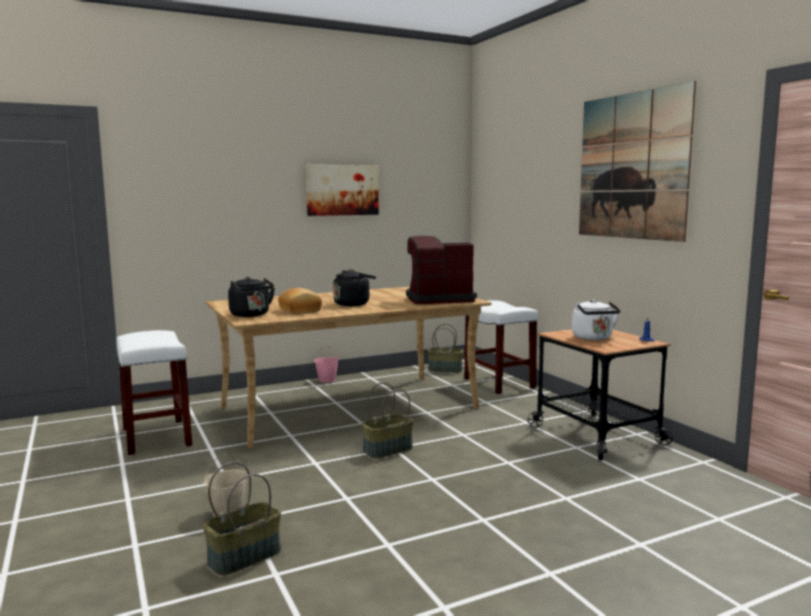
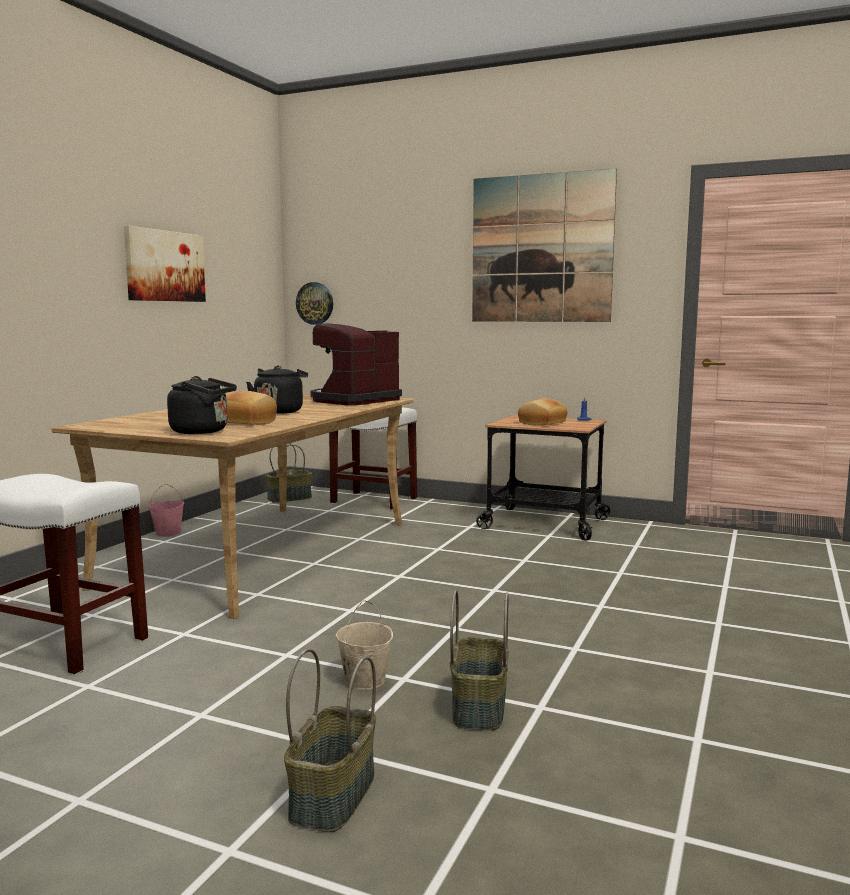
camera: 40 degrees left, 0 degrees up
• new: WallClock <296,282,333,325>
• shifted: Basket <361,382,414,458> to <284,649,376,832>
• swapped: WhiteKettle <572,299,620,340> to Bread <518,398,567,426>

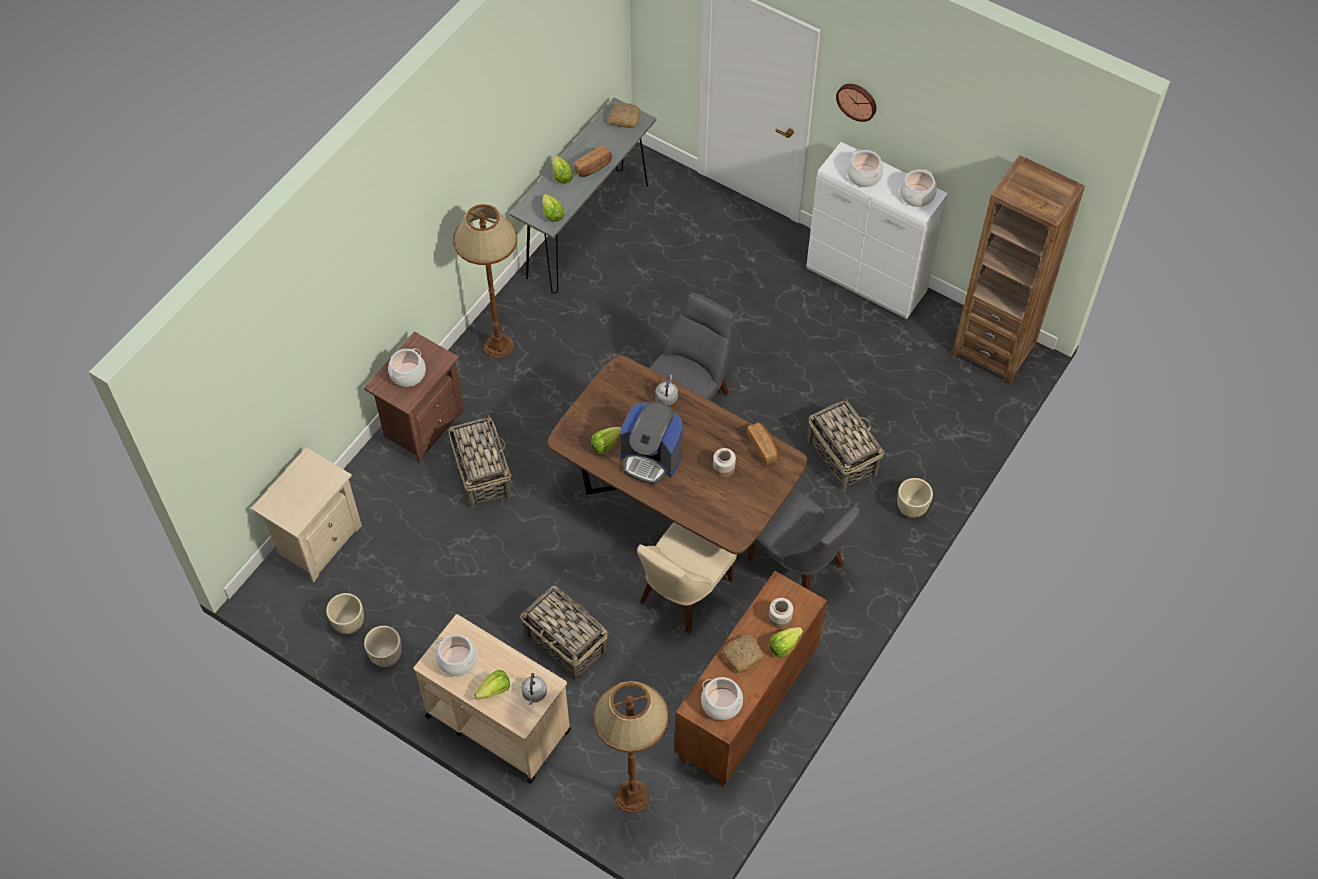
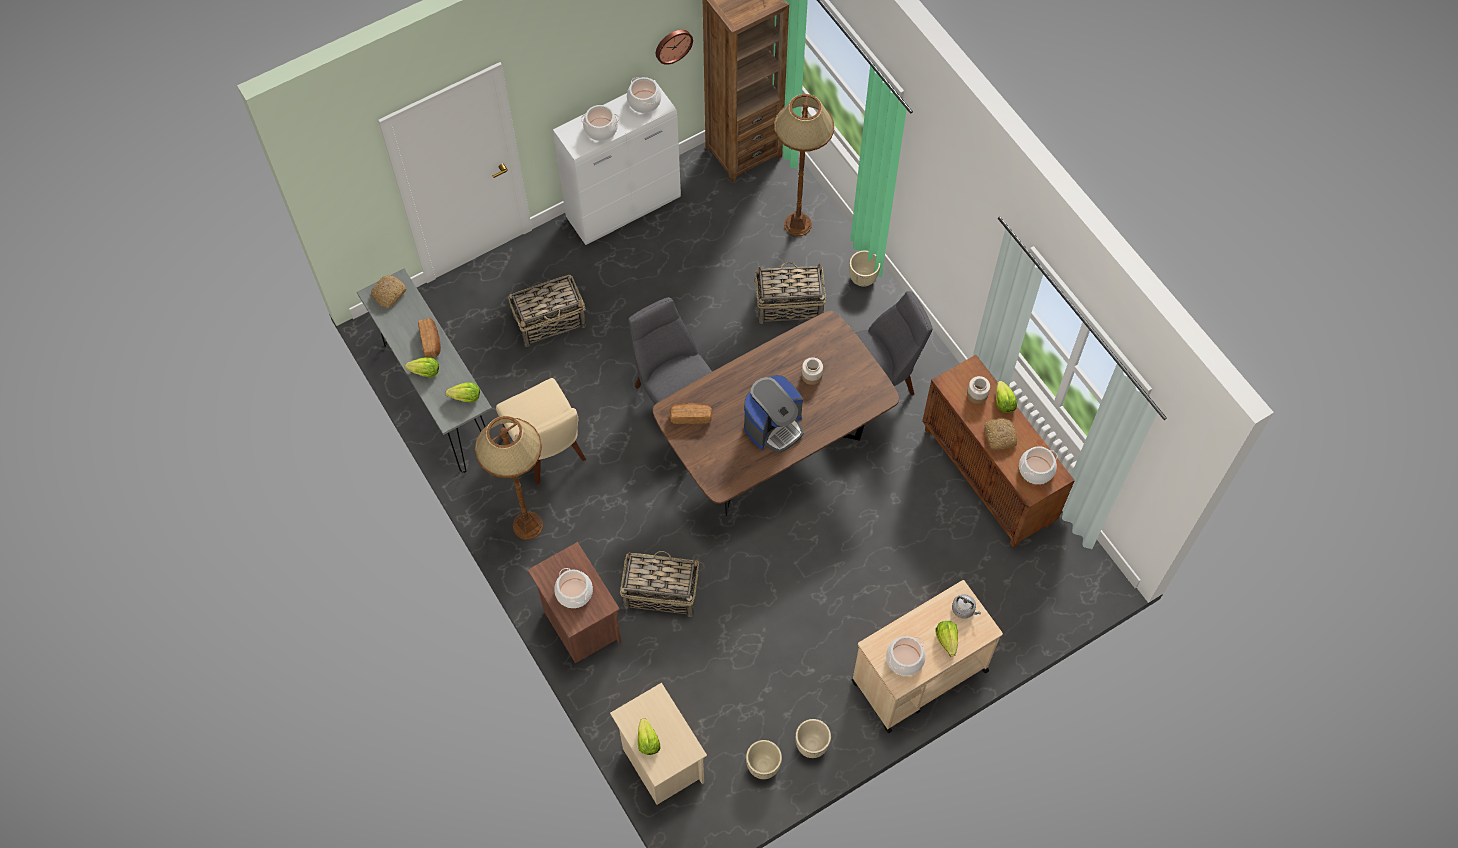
camera: 65 degrees left, 5 degrees up
• gone: GreyKettle <655,375,678,405>
• shifted: Basket <520,586,608,681> to <508,275,586,347>
• shifted: Lettuce <591,427,621,455> to <638,719,661,755>
• shifted: BrownFloorLamp <593,681,669,813> to <774,94,834,236>
• shifted: BeigeChair <637,522,737,634> to <496,378,586,484>
• shifted: Bread <747,422,779,465> to <670,403,712,424>
• shifted: WallClock <836,84,877,122> to <656,30,693,65>

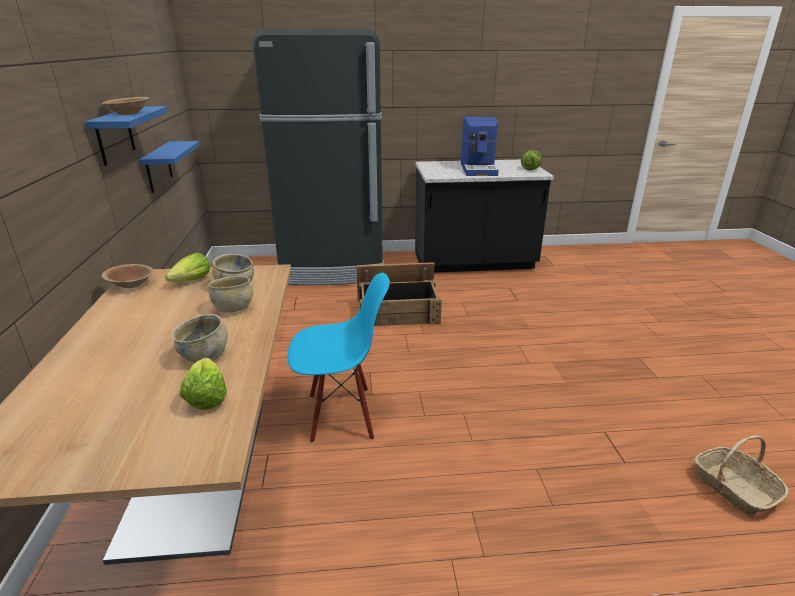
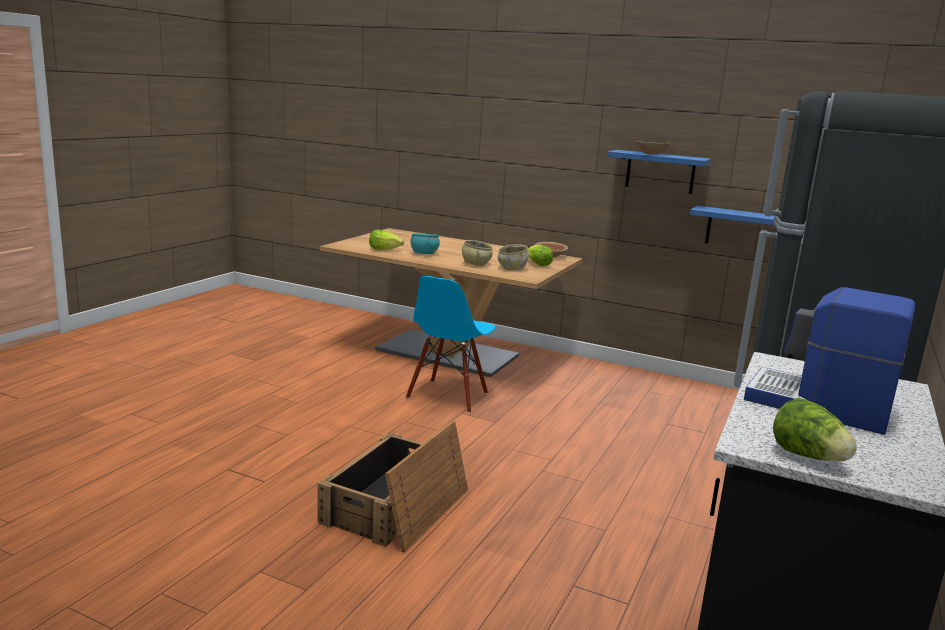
camera: 120 degrees right, 10 degrees down
• gone: Basket <694,435,789,516>
• shifted: Crate <357,262,442,326> to <317,421,468,552>
• repainted: BeigeBowl <172,314,228,363> to TurquoiseBowl <411,233,440,254>

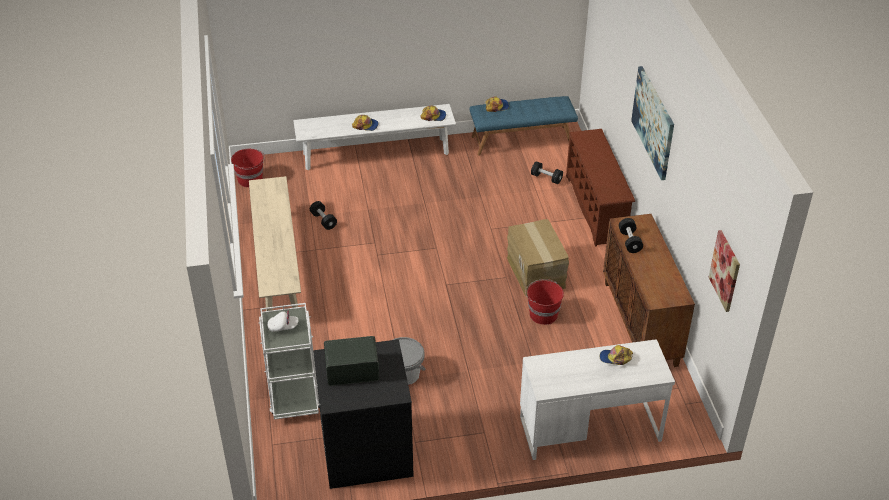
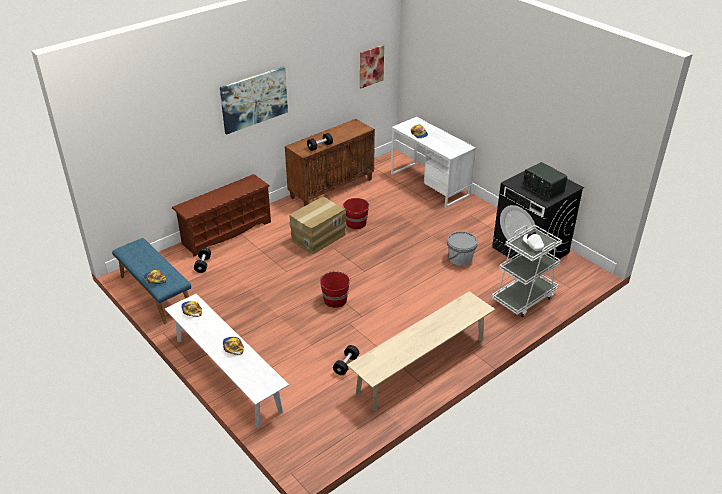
camera: 120 degrees left, 5 degrees down
• shifted: RedBucket <231,149,265,187> to <320,271,351,308>

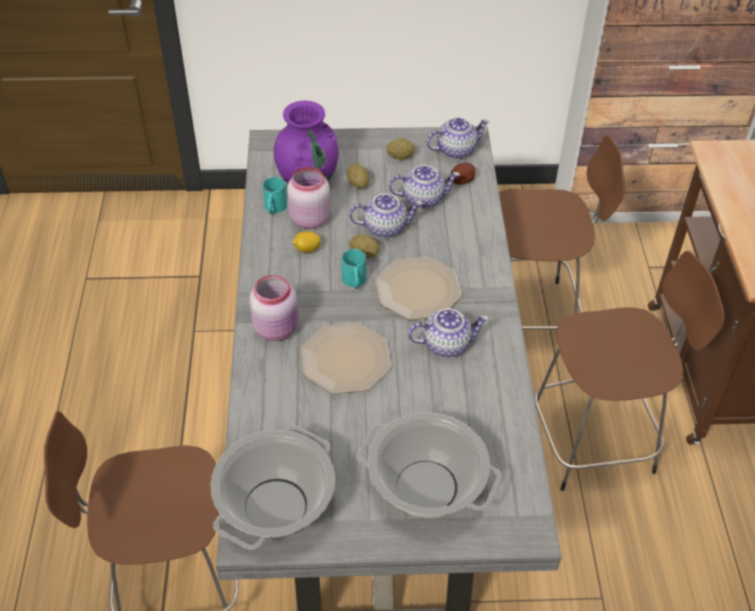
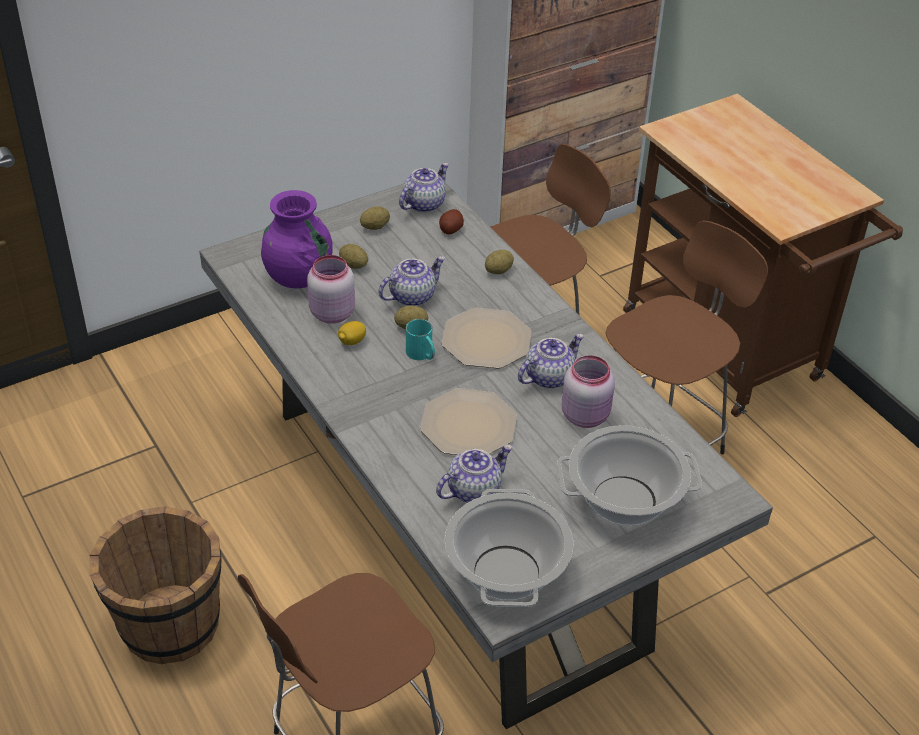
camera: 30 degrees left, 5 degrees down
• gone: TurquoiseMug <263,177,287,214>
• new: BrownBucket <90,506,221,664>
• new: Potato <485,250,514,274>
• shifted: PinkJar <249,275,298,341> to <562,355,615,428>
• shifted: Teapot <389,165,460,208> to <436,444,513,503>

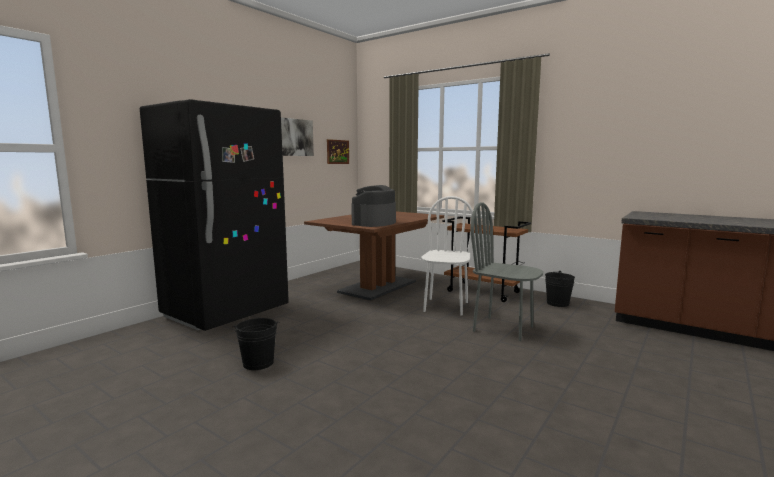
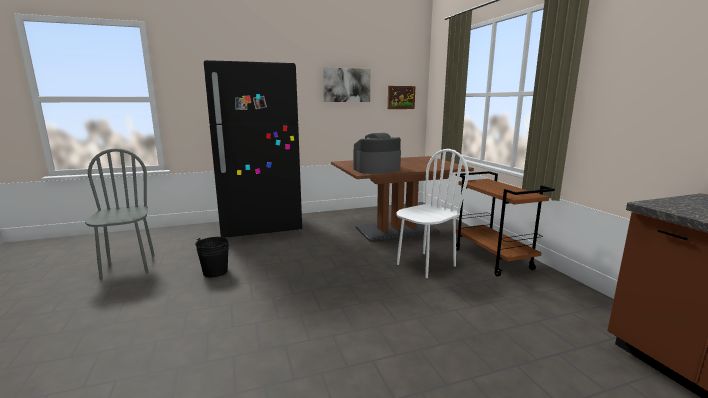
camera: 35 degrees right, 5 degrees up
• gone: BlackBucket <545,271,575,307>
• shifted: GreyChair <470,202,543,341> to <85,148,155,280>

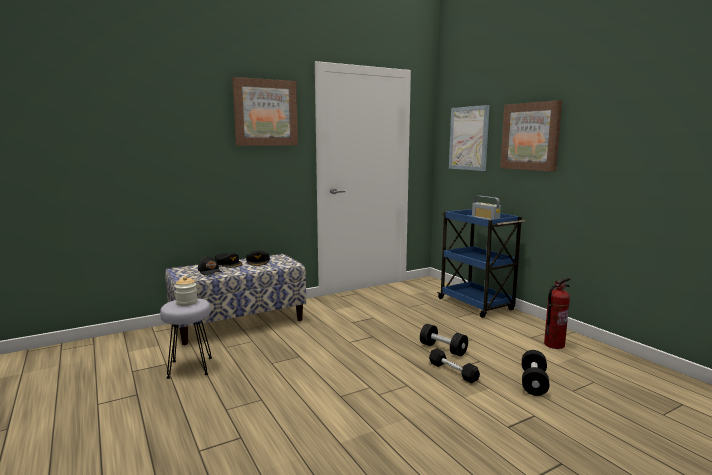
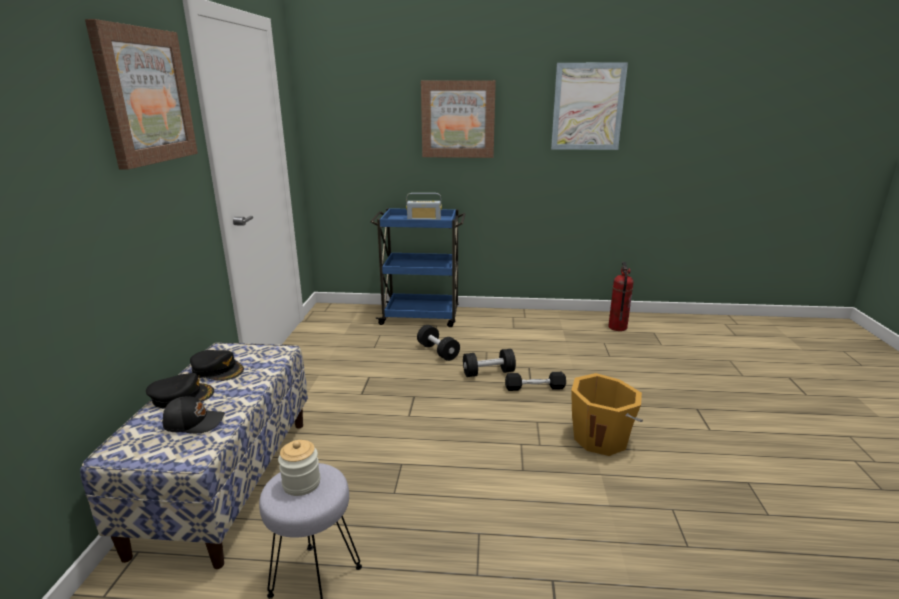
camera: 55 degrees left, 10 degrees up
• new: OrangeBucket <571,373,643,456>
• shifted: Picture <449,105,490,171> to <551,62,628,150>
• shifted: BlackDumbbell <522,350,549,396> to <417,325,460,361>
• shifted: FireExtinguisher <544,277,570,349> to <608,262,634,331>

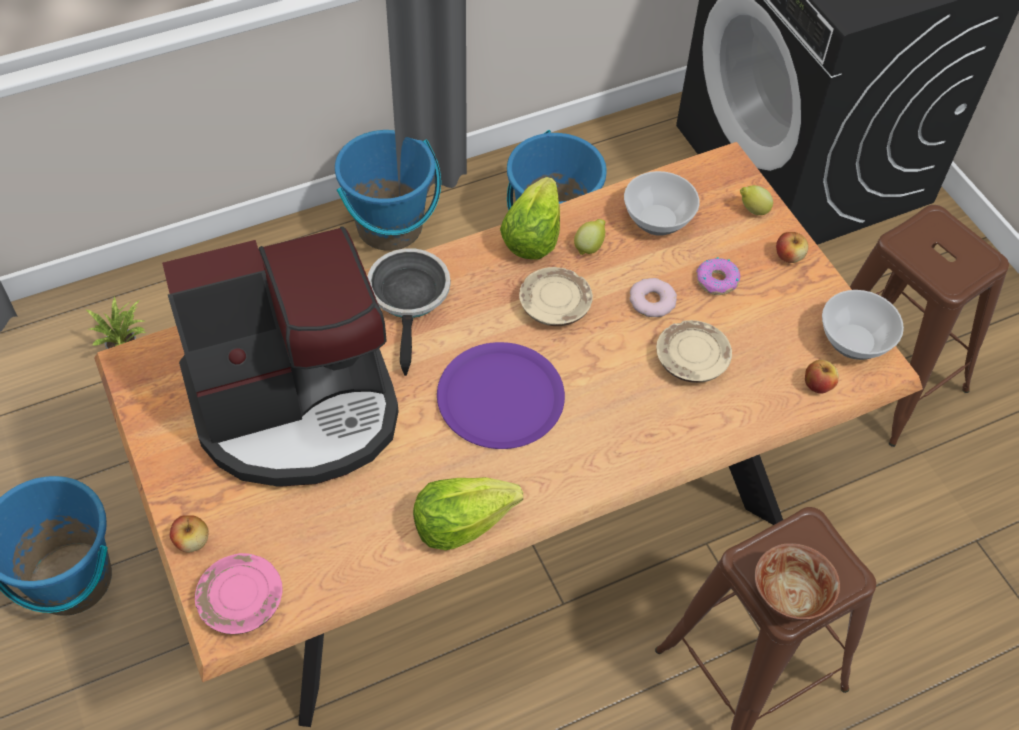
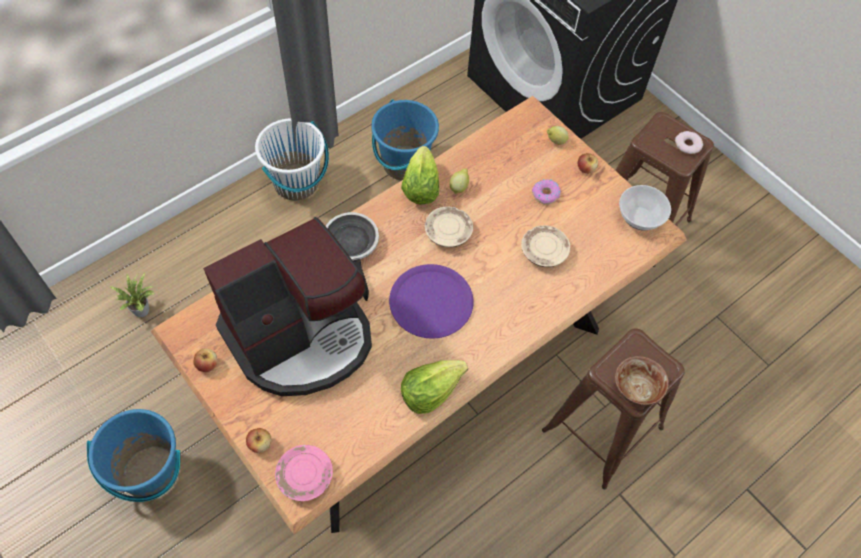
camera: 15 degrees left, 5 degrees up
• gone: Bowl <624,171,700,236>
• shifted: Donut <630,278,677,317> to <675,131,703,154>
• shifted: Apple <805,360,839,394> to <193,348,218,372>
• repainted: BlueBucket <335,130,441,251> to WhiteBucket <255,118,329,200>

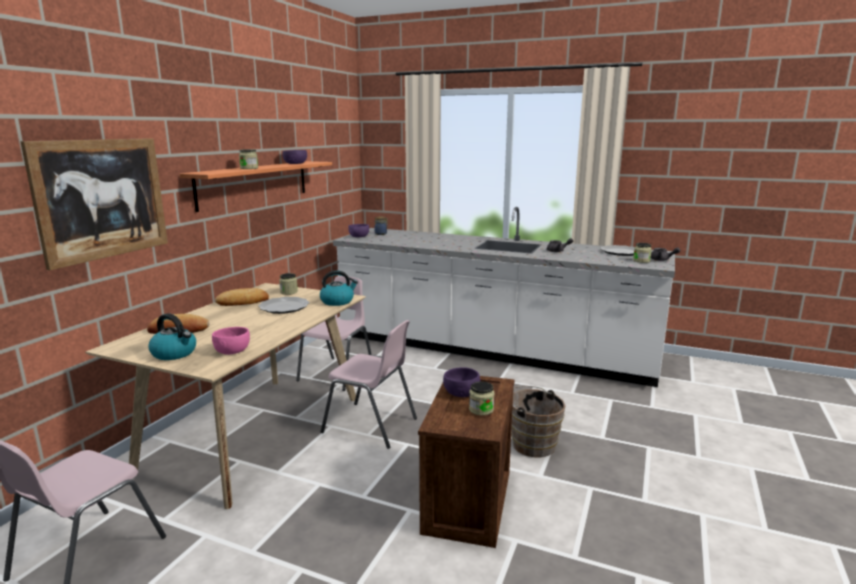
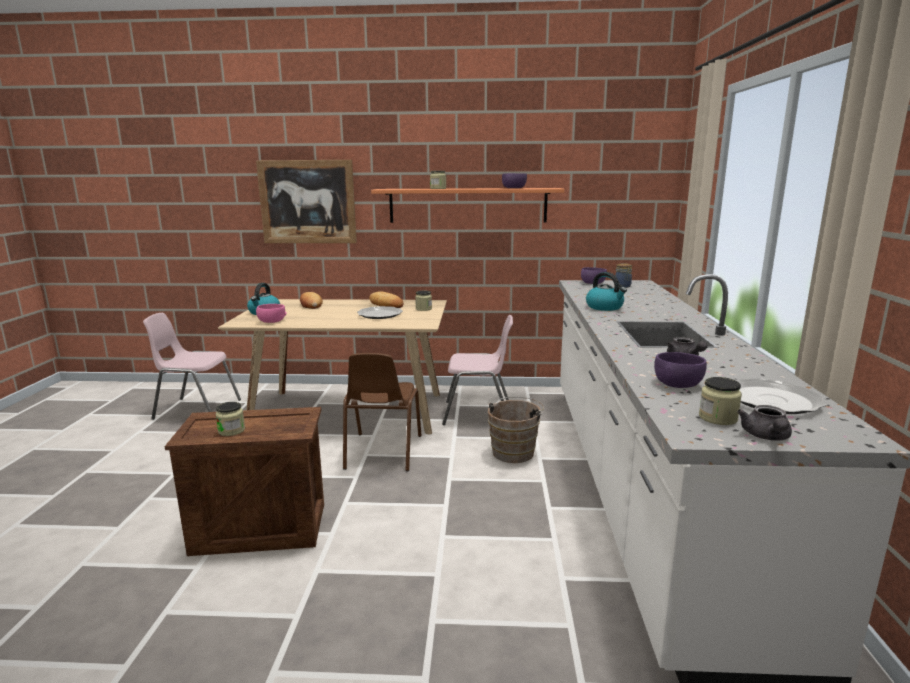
camera: 70 degrees right, 0 degrees up
• shifted: Kettle <320,270,358,306> to <586,272,627,311>
• shifted: PurpleBowl <443,367,480,397> to <654,352,707,388>
• shifted: BrownBucket <511,386,566,457> to <488,397,544,463>
• repainted: PinkChair <321,320,417,449> to BrownChair <343,353,422,471>

